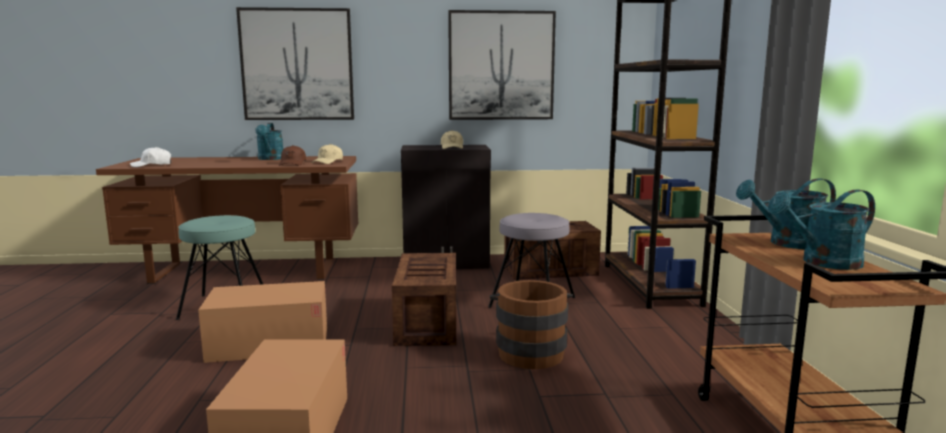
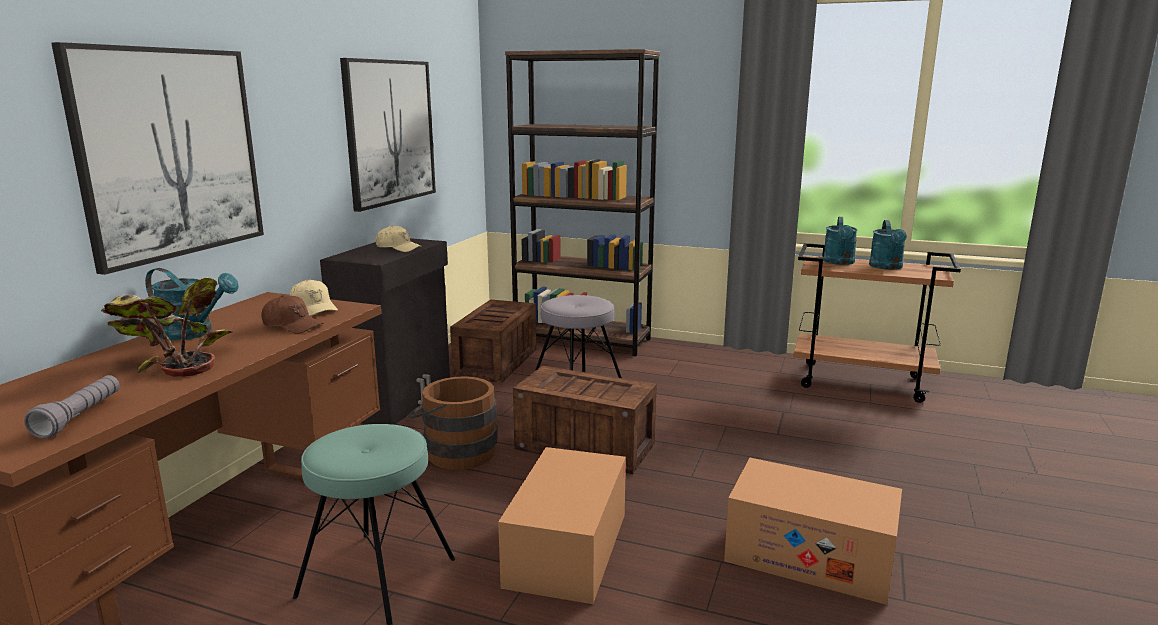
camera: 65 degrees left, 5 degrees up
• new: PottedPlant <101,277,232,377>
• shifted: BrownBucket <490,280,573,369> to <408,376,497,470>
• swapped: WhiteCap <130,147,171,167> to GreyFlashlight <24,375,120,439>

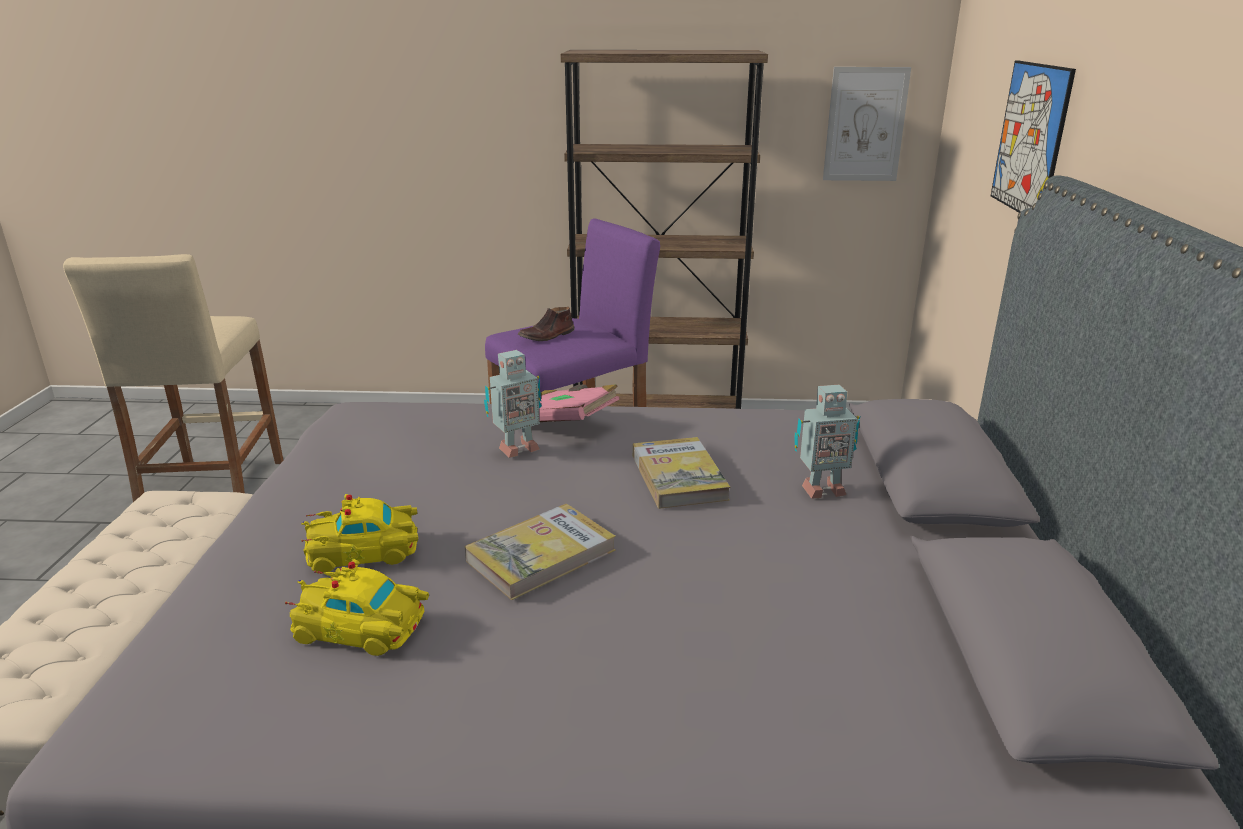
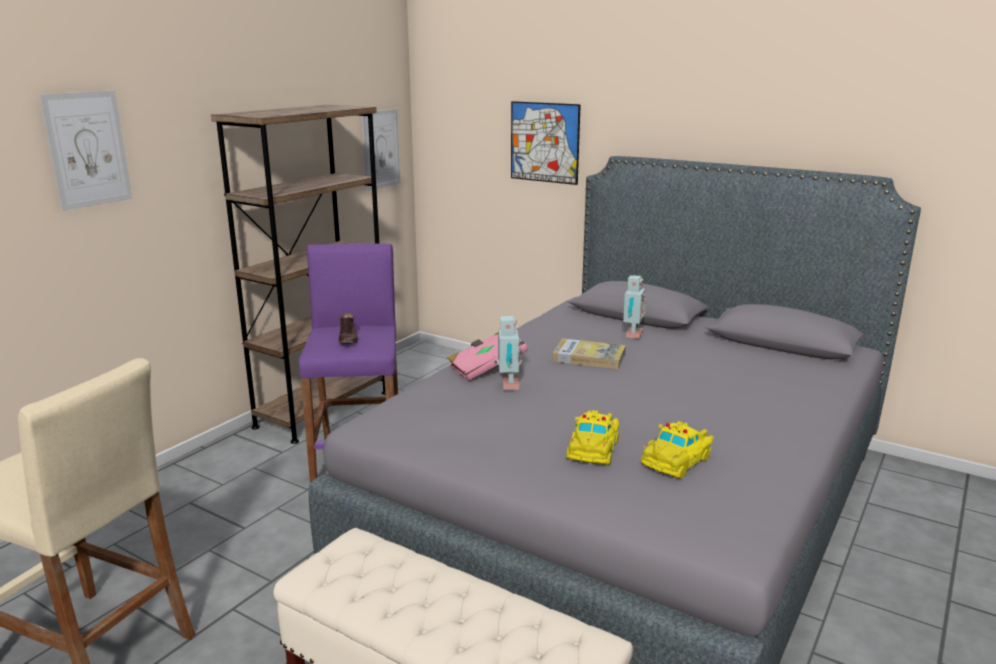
camera: 60 degrees left, 5 degrees down
• gone: Book <465,504,616,600>
• new: Picture <39,90,132,211>

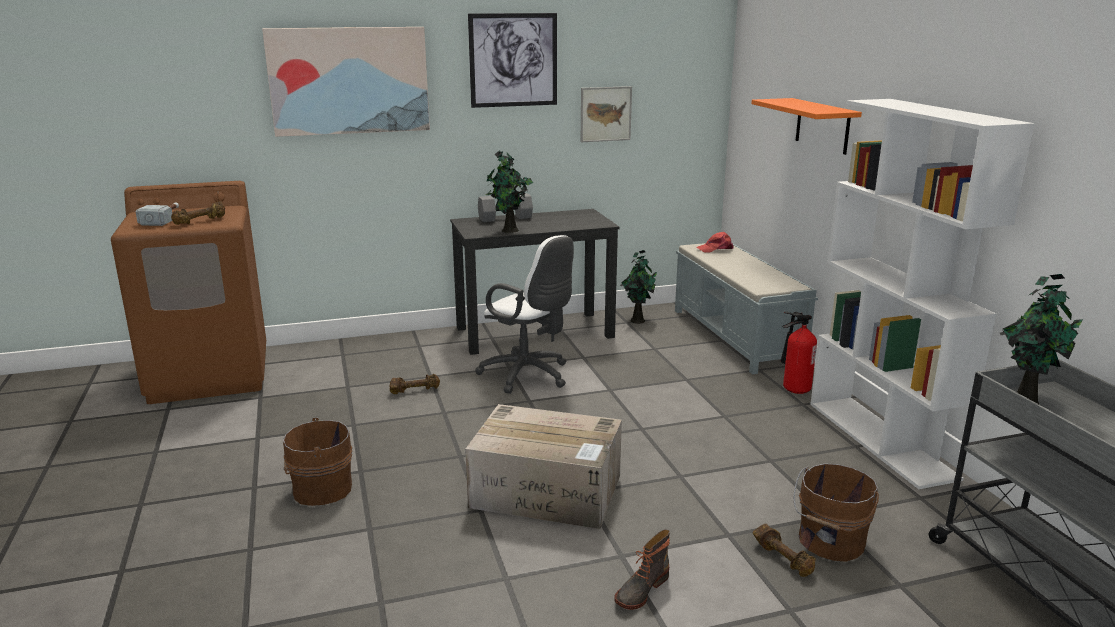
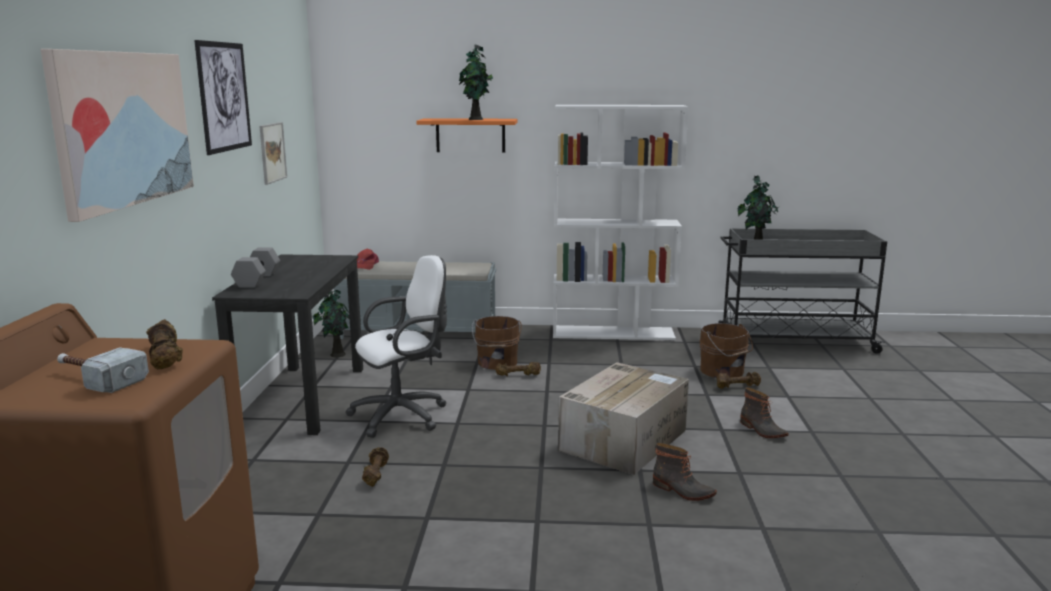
camera: 70 degrees left, 5 degrees down
• gone: FireExtinguisher <780,311,817,394>
• new: BrownDumbbell <495,362,541,376>
• new: Boot <653,443,717,501>
• shifted: BrownBucket <283,417,352,506> to <472,316,522,370>
• shifted: PottedPlant <486,150,533,233> to <459,44,493,120>

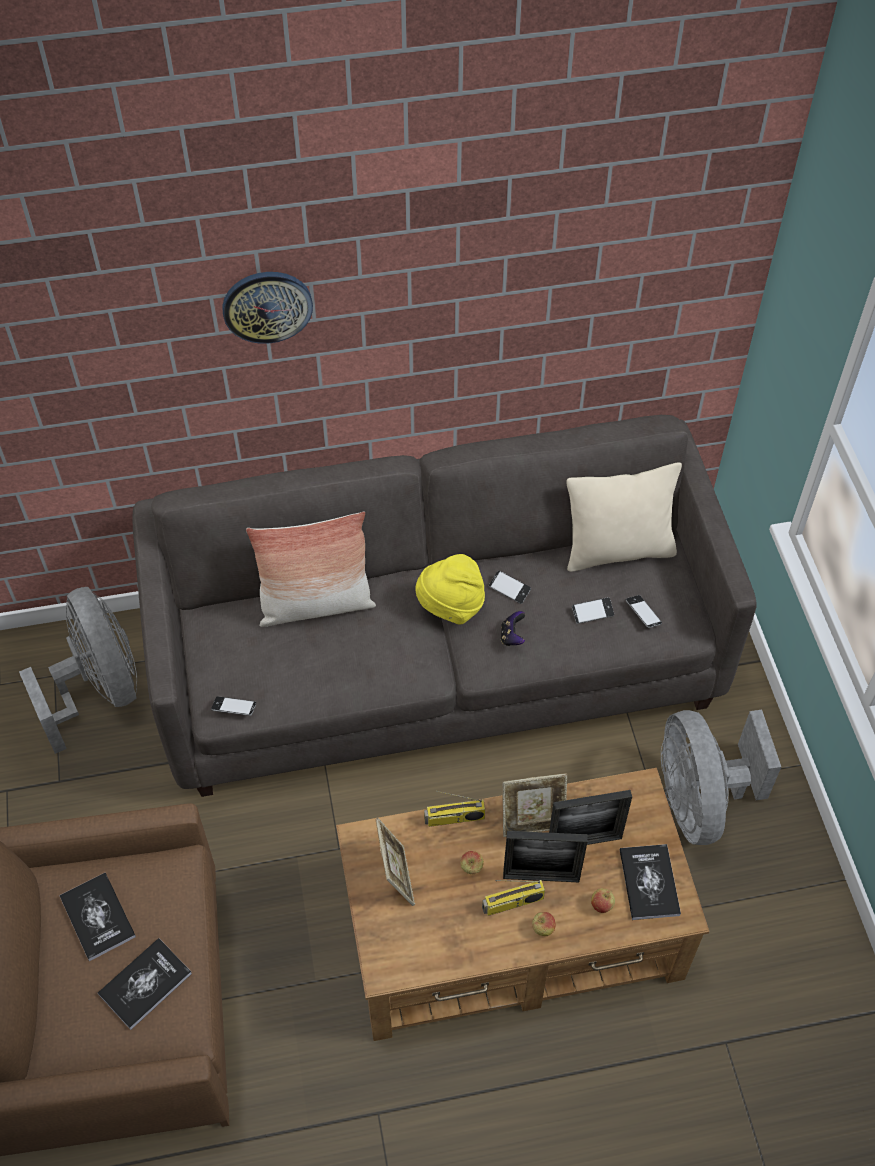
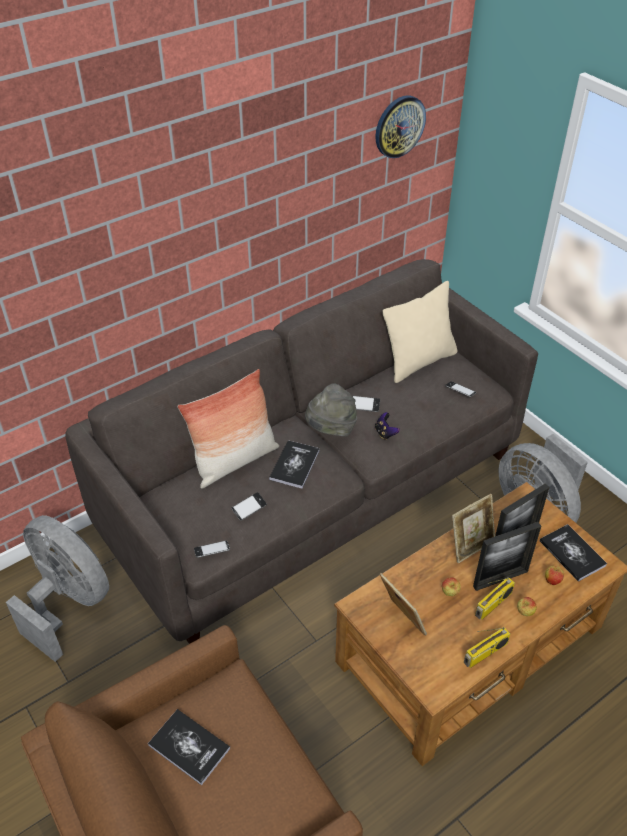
camera: 25 degrees left, 10 degrees down
• shifted: Book <98,938,192,1030> to <269,440,320,488>
• shifted: WallClock <222,272,313,344> to <376,95,426,158>
• shifted: Radio <424,791,485,827> to <464,627,510,668>
• shifted: Phone <572,597,614,624> to <231,492,267,521>
• repainted: YellowHat <416,554,485,625> to GreyHat <305,383,357,437>

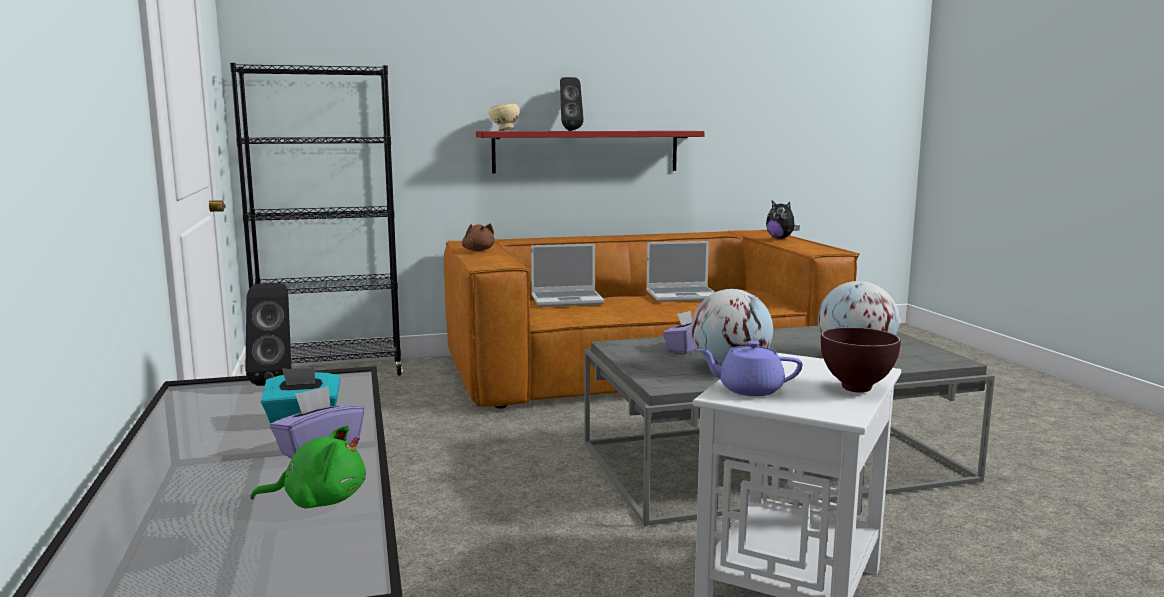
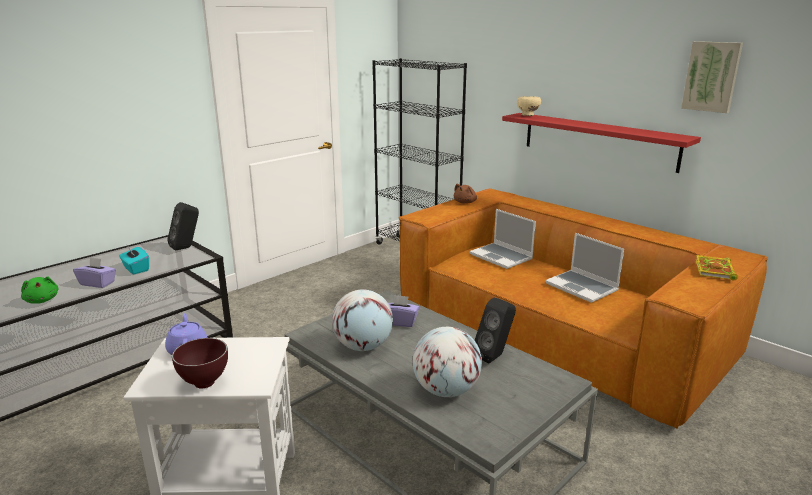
camera: 60 degrees right, 10 degrees up
• new: Picture <681,41,743,113>
• shifted: BlackSpeaker <560,77,584,131> to <475,298,516,364>
• swapped: PlushToy <766,201,800,239> to Book <696,255,738,281>

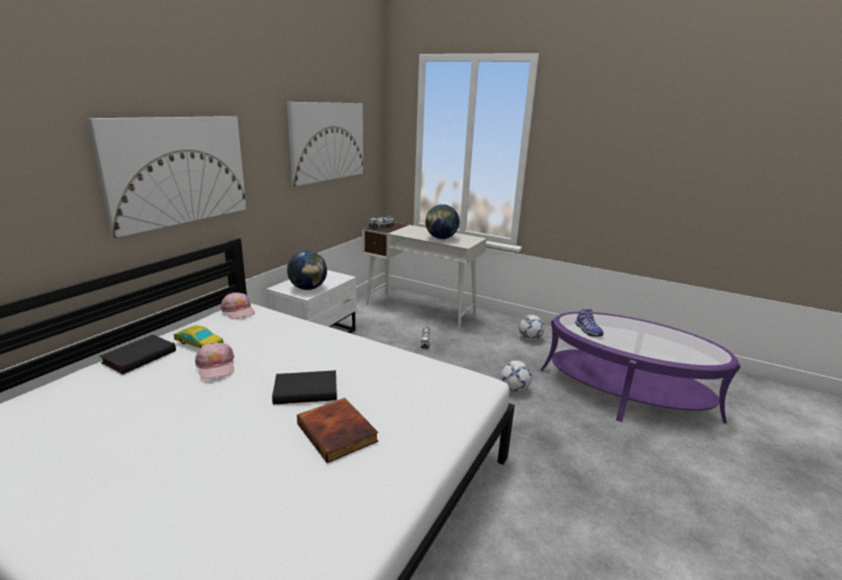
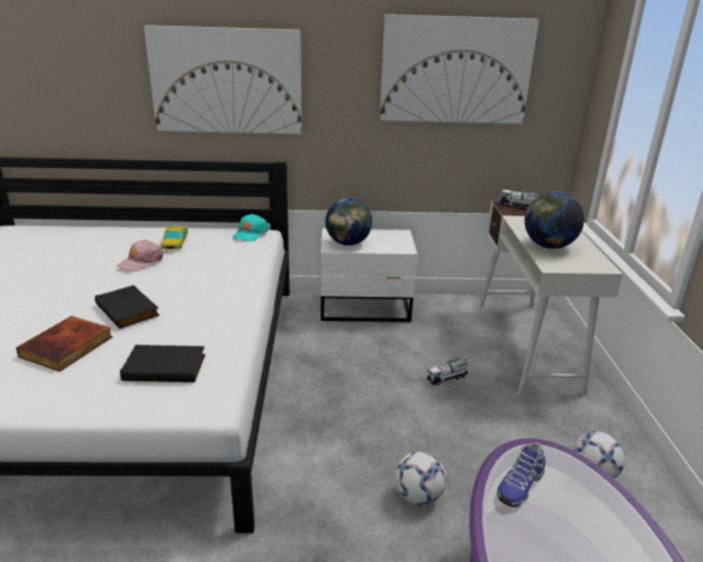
camera: 60 degrees right, 5 degrees up
• shifted: BlackBook <99,335,176,374> to <120,345,205,382>
• repainted: PinkCap <220,292,255,319> to TurquoiseCap <232,214,269,242>

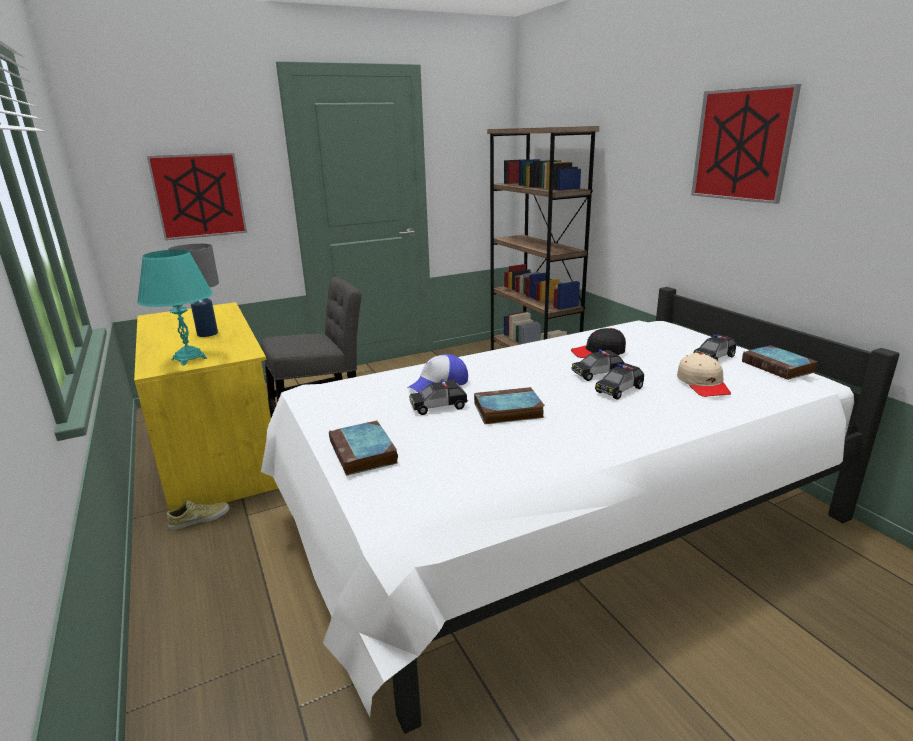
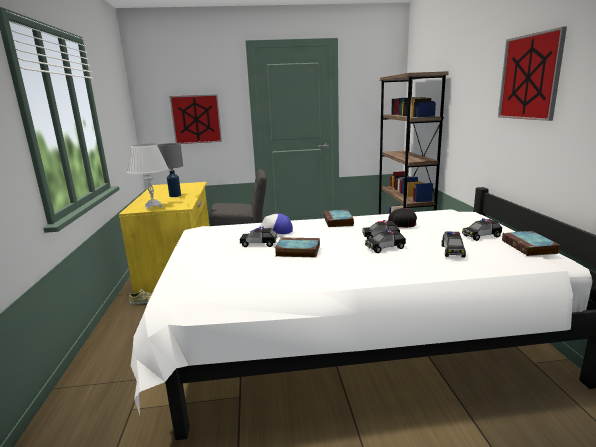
camera: 20 degrees right, 5 degrees down
• shifted: Book <329,421,398,476> to <324,210,354,227>
• swapped: BeigeCap <677,353,731,397> to ToyCar <441,231,466,258>
• repainted: TurquoiseTableLamp <137,249,213,366> to WhiteTableLamp <127,144,168,210>

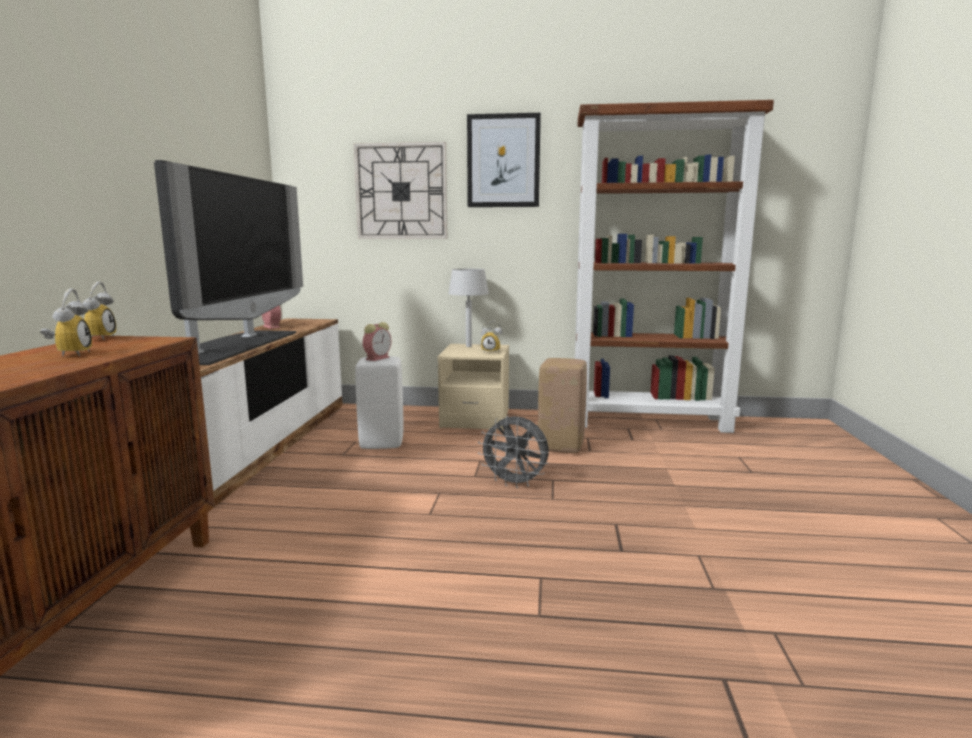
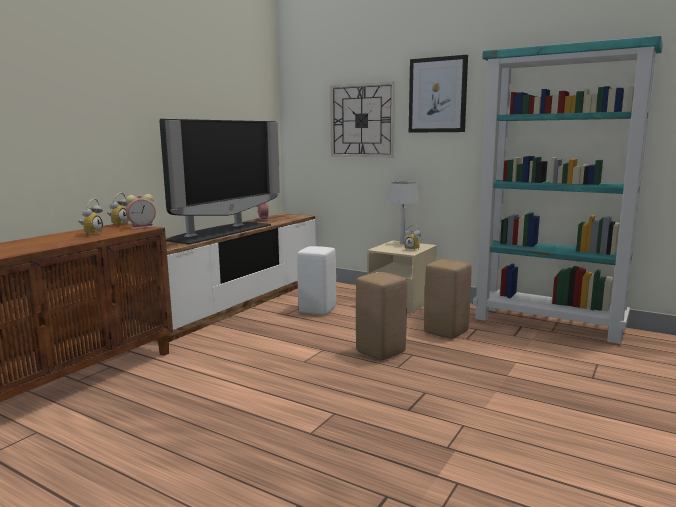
camera: 25 degrees right, 0 degrees up
• shifted: AlarmClock <363,322,391,361> to <126,194,156,230>
• swapped: GreyFan <478,416,549,488> to BeigeStool <356,272,407,360>
• repainted: BrownBookcase <575,100,774,433> to TurquoiseBookcase <473,36,663,344>

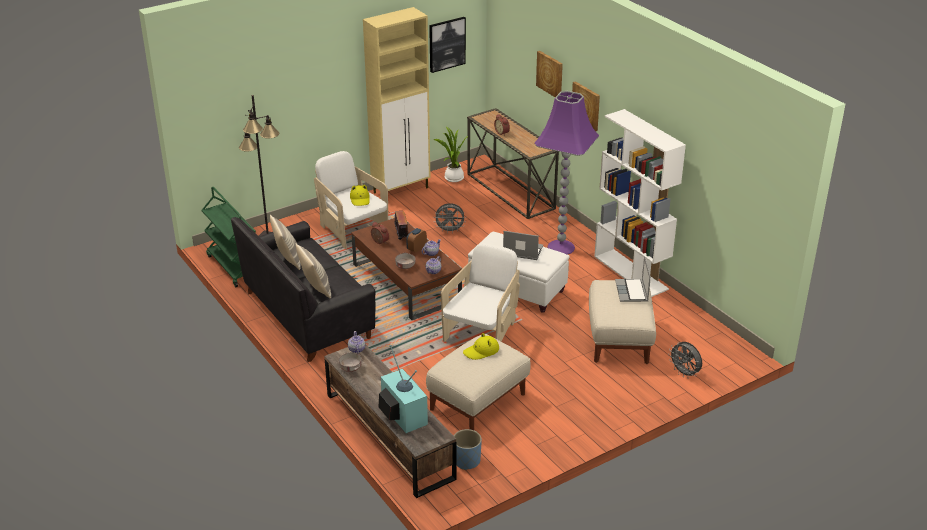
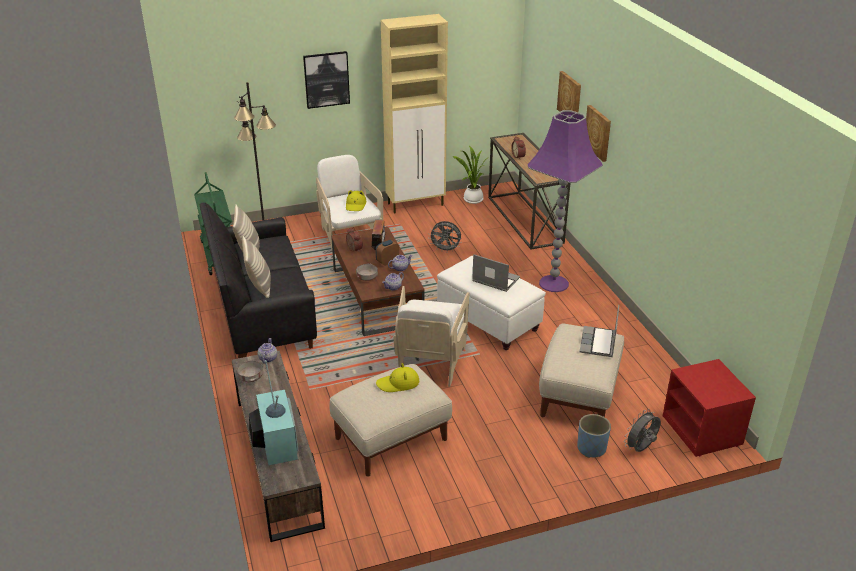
camera: 15 degrees right, 0 degrees up
• gone: WhiteBookcase <594,109,686,297>
• new: RedNightstand <663,359,756,457>
• shifted: Picture <429,17,466,73> to <303,51,350,109>
• shifted: BluePlanter <454,429,482,470> to <577,414,611,458>
• rotated: WhiteArmchair <441,243,520,342> = <393,286,470,387> 150 degrees clockwise
• rotated: GreyFan <668,342,702,379> = <624,409,661,452> 75 degrees clockwise

